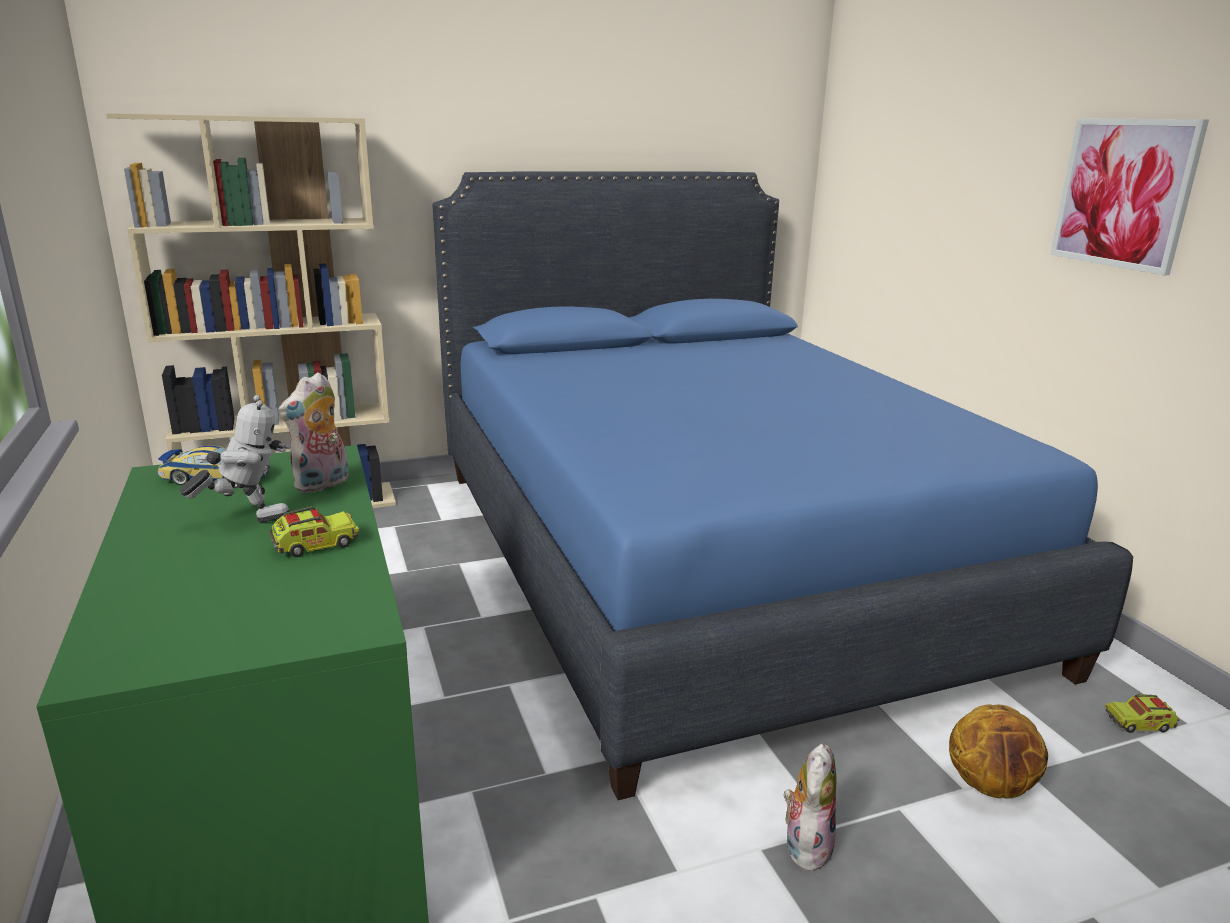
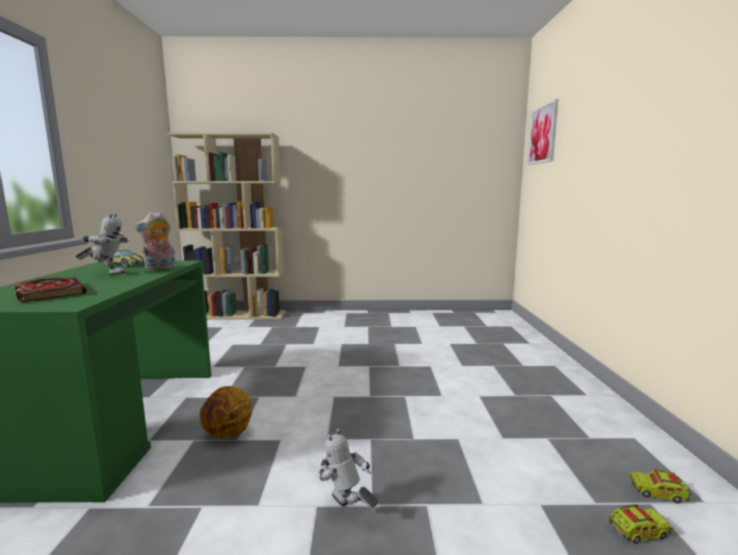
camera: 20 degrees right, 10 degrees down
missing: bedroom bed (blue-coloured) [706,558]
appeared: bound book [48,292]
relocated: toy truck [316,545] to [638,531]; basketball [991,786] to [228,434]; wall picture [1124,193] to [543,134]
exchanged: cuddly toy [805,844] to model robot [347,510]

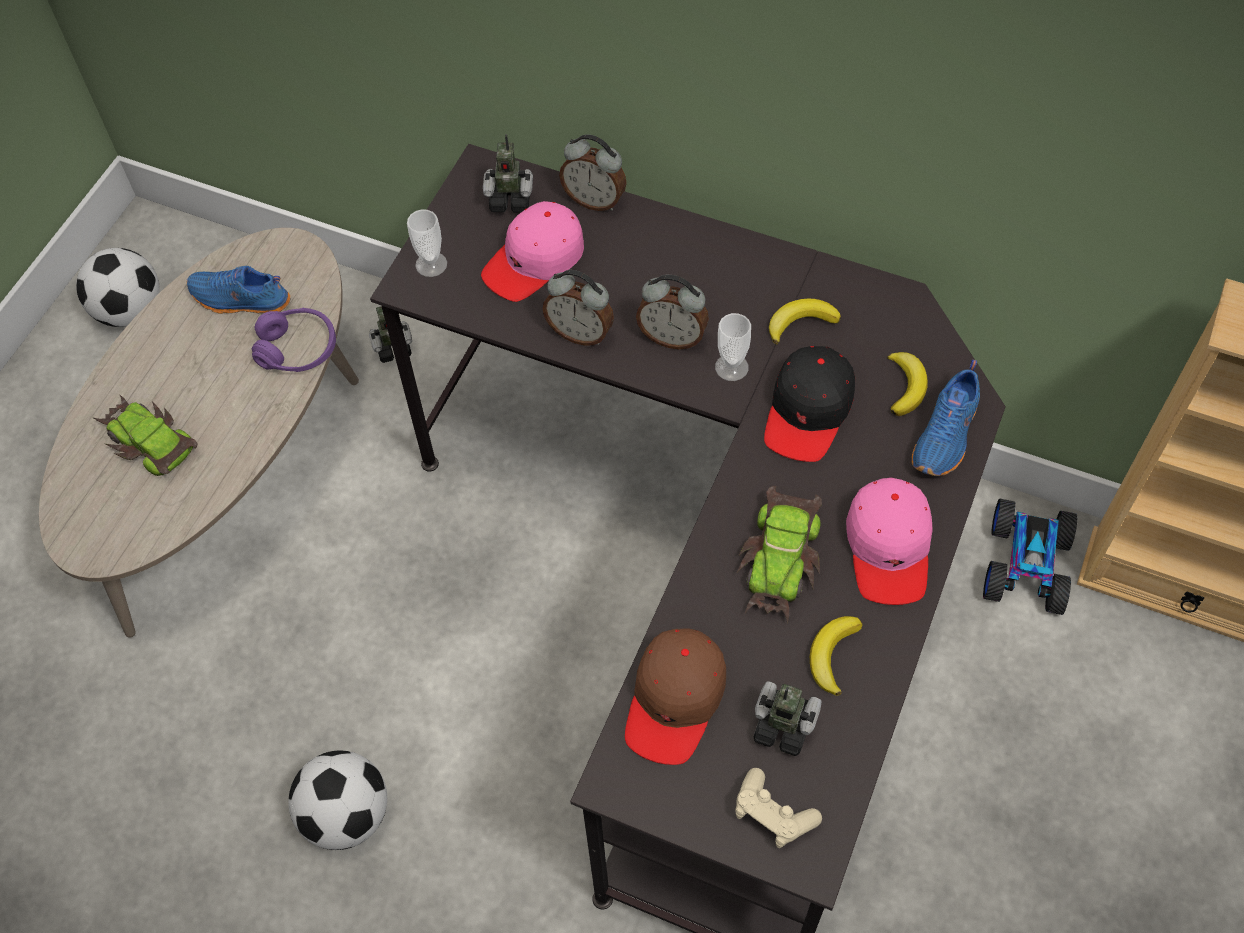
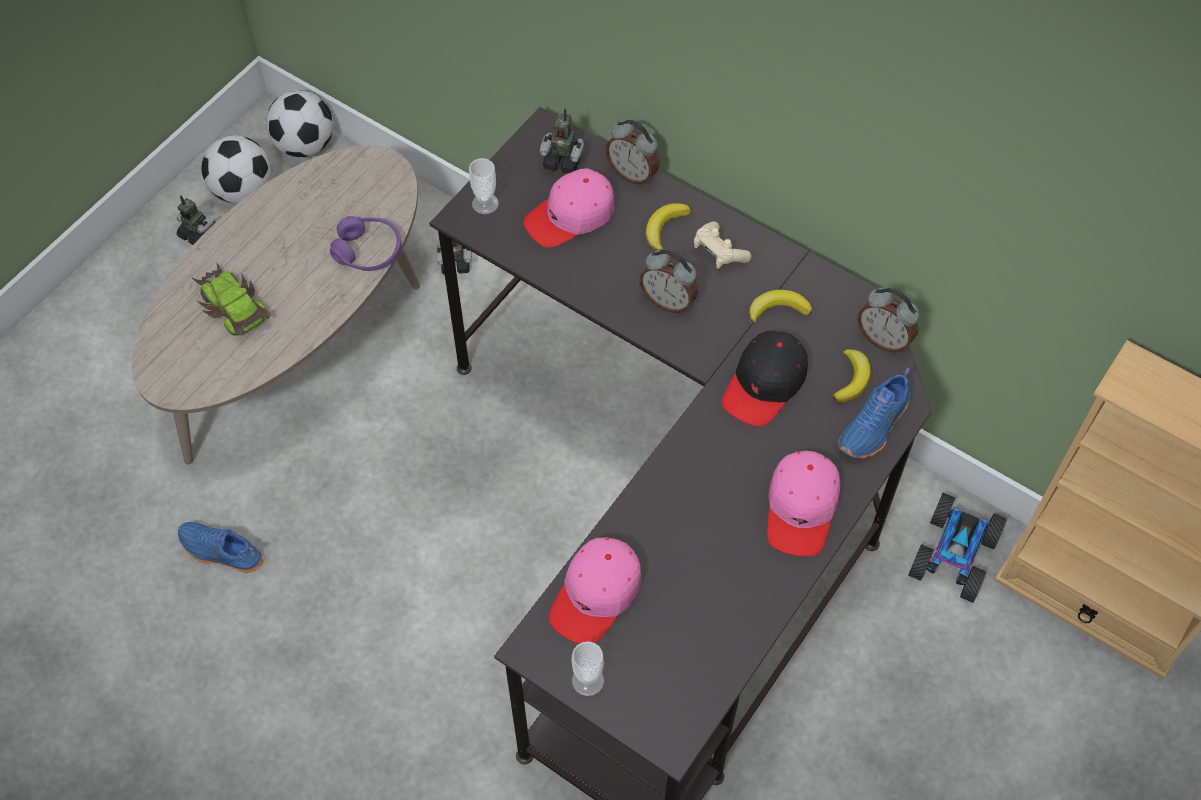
camera: 10 degrees right, 0 degrees up
missing: model car [781,560]
relocated: shoe (blue-coloured) [240,300] to [221,552]; football ball [347,815] to [305,145]; alarm clock [580,333] to [883,339]; cup [731,367] to [588,680]; joypad (beige) [772,814] to [719,252]; model robot [783,726] to [198,233]; banana fruit [832,655] to [664,227]
colour: cap (brownish) [675,700] to cap (pink) [596,595]

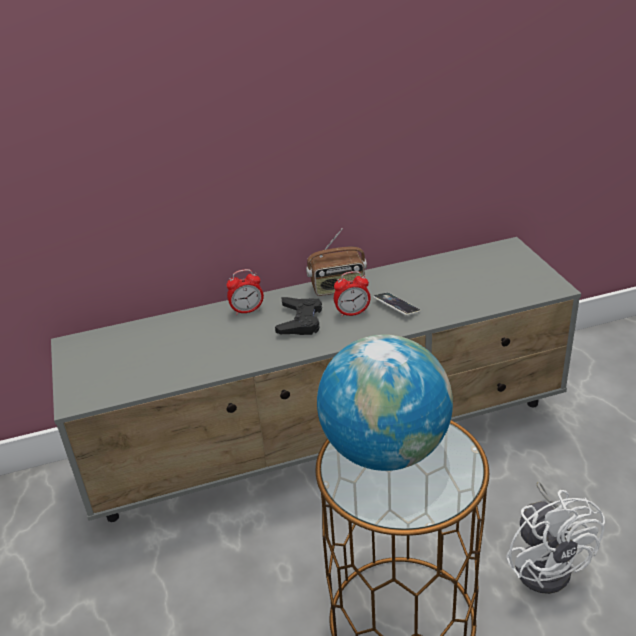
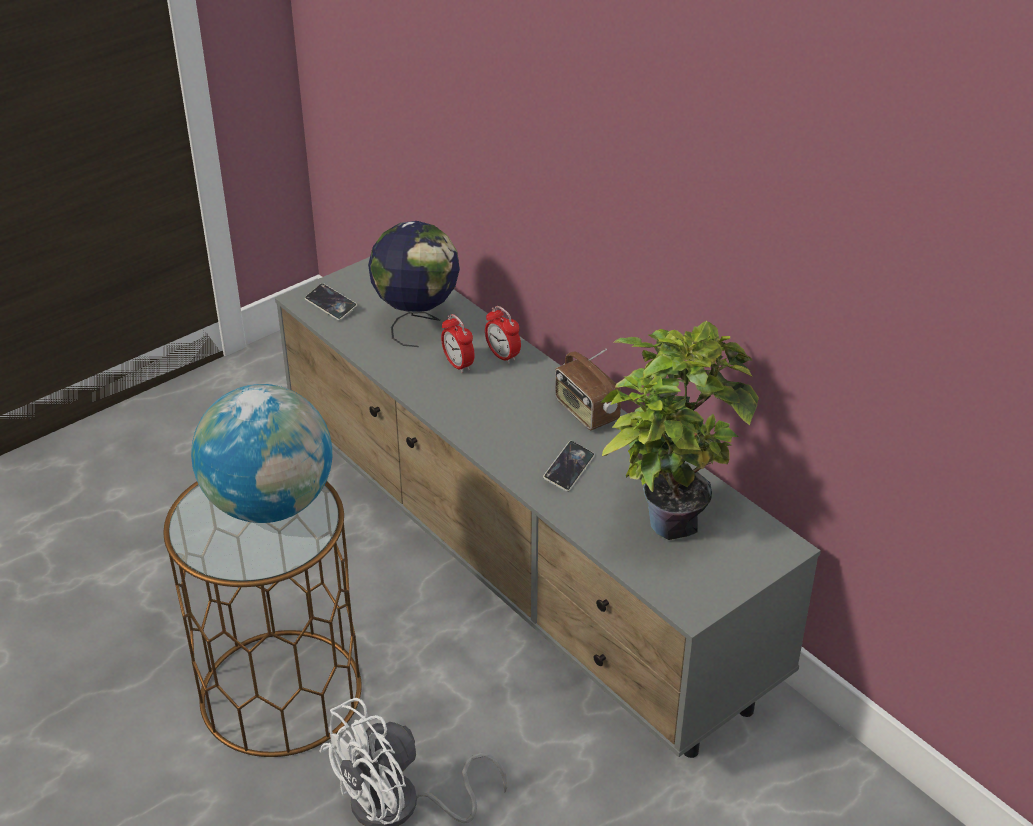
camera: 65 degrees right, 5 degrees up
missing: joypad (black-coloured) [300,321]
appeared: telephone [331,305]; world globe [417,324]; potted plant [667,514]
relocated: alarm clock [352,313] to [458,364]

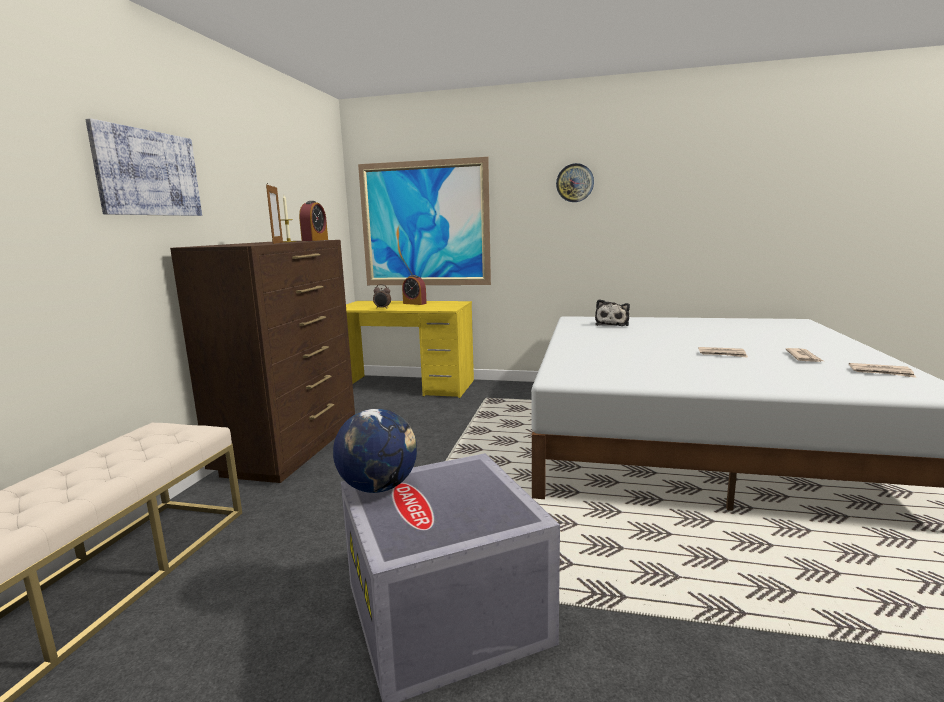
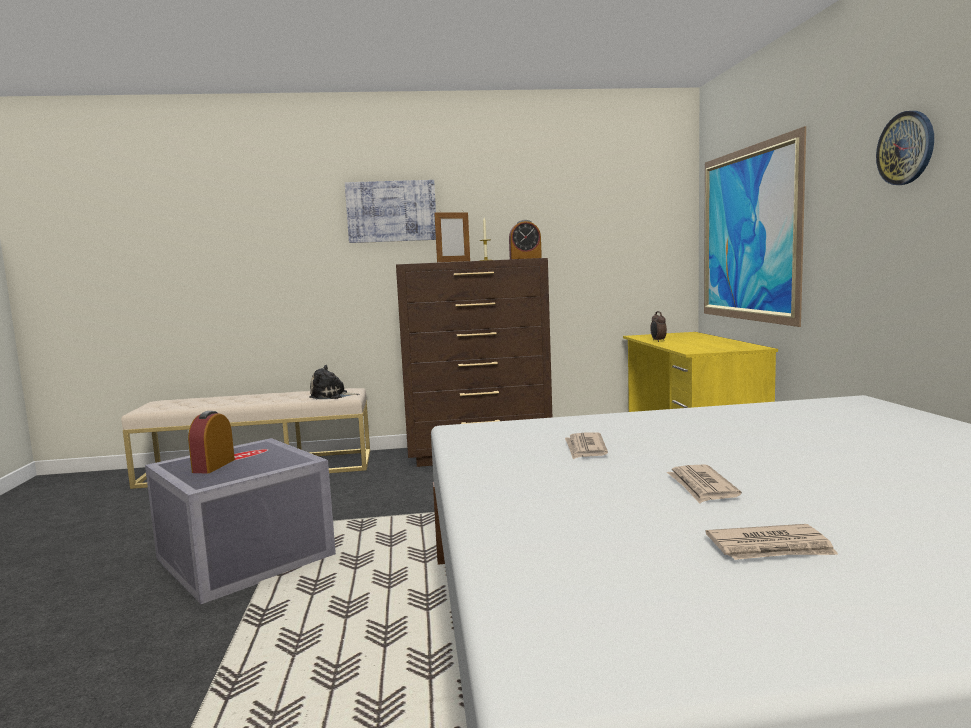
camera: 70 degrees right, 5 degrees down
missing: world globe [378,487]
relocated: alarm clock [414,303] to [213,466]; cuddly toy [612,324] to [331,396]; printed paper [881,372] to [585,448]

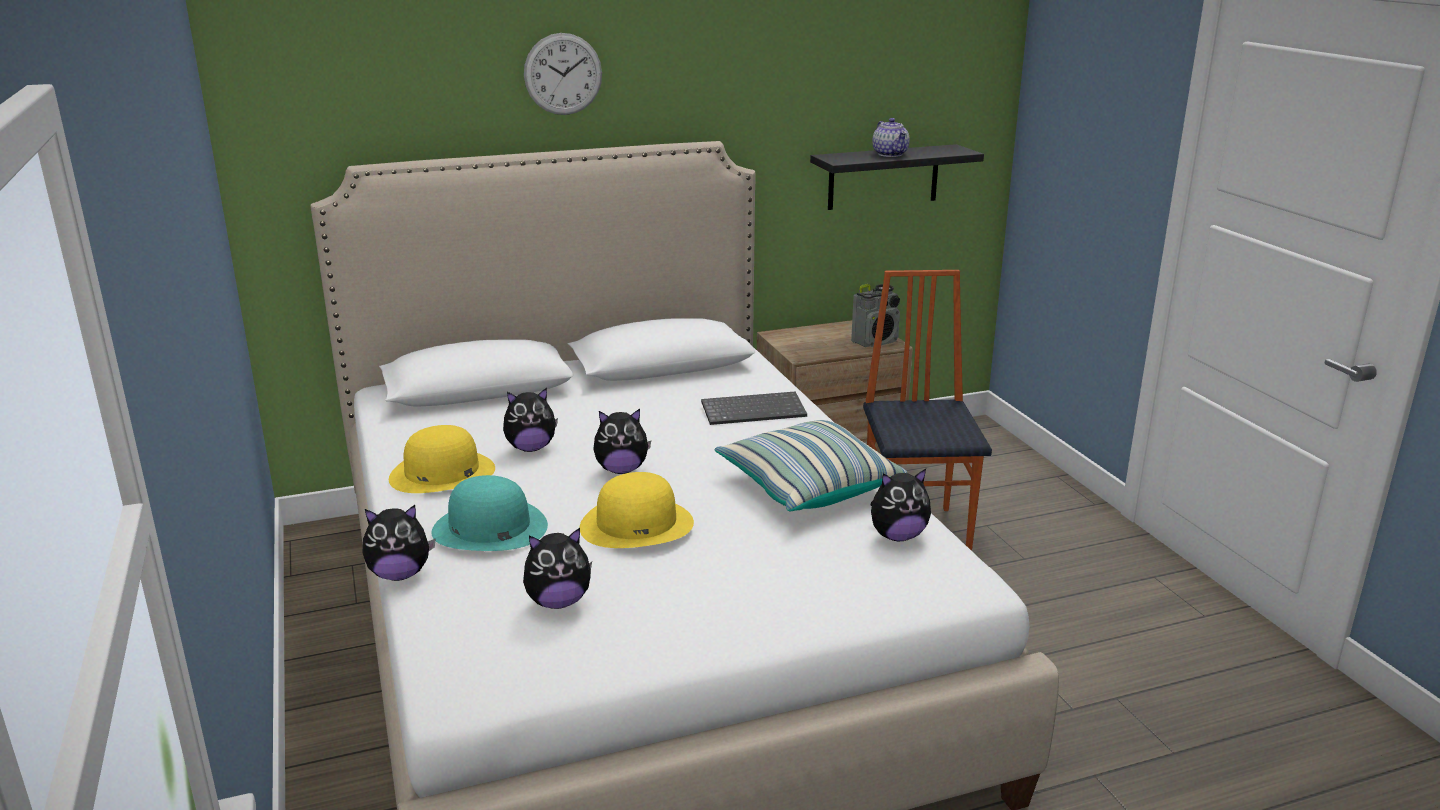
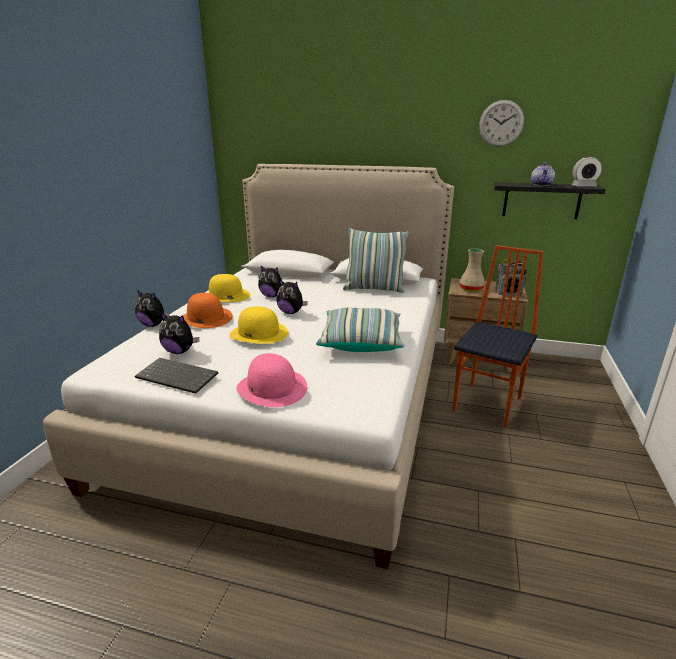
camera: 35 degrees right, 0 degrees up
missing: cuddly toy [897,536]
appeared: clothing hat (pink) [272,388]; cushion [374,289]; decorative vase (beige) [471,289]; alarm clock [583,186]
relocated: clock on the wall [563,74] to [501,123]; keyboard [754,410] to [178,376]
colour: clothing hat (turquoise) [489,528] to clothing hat (orange-coloured) [205,318]

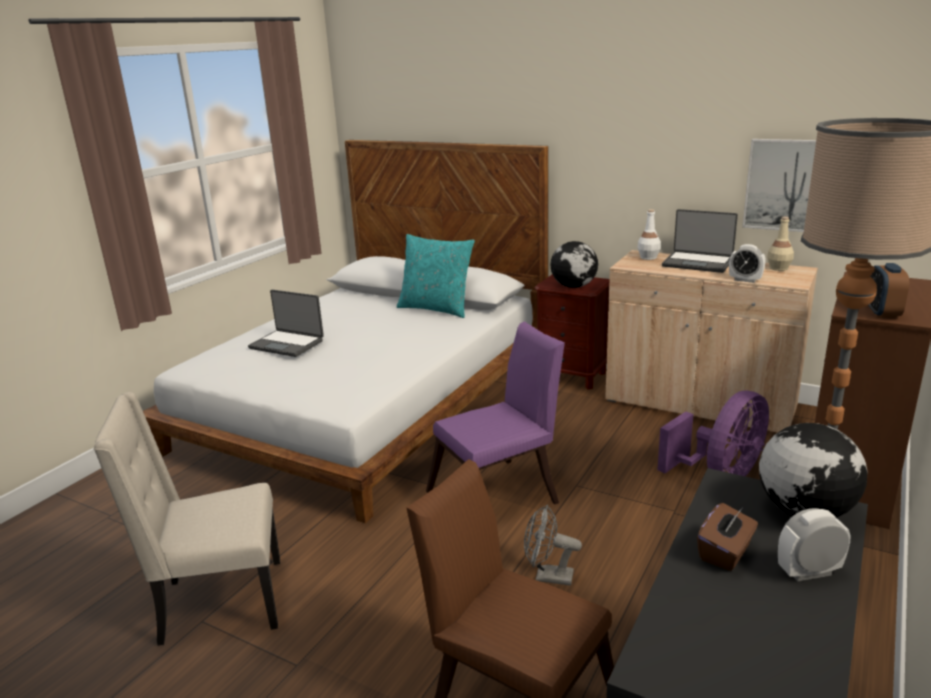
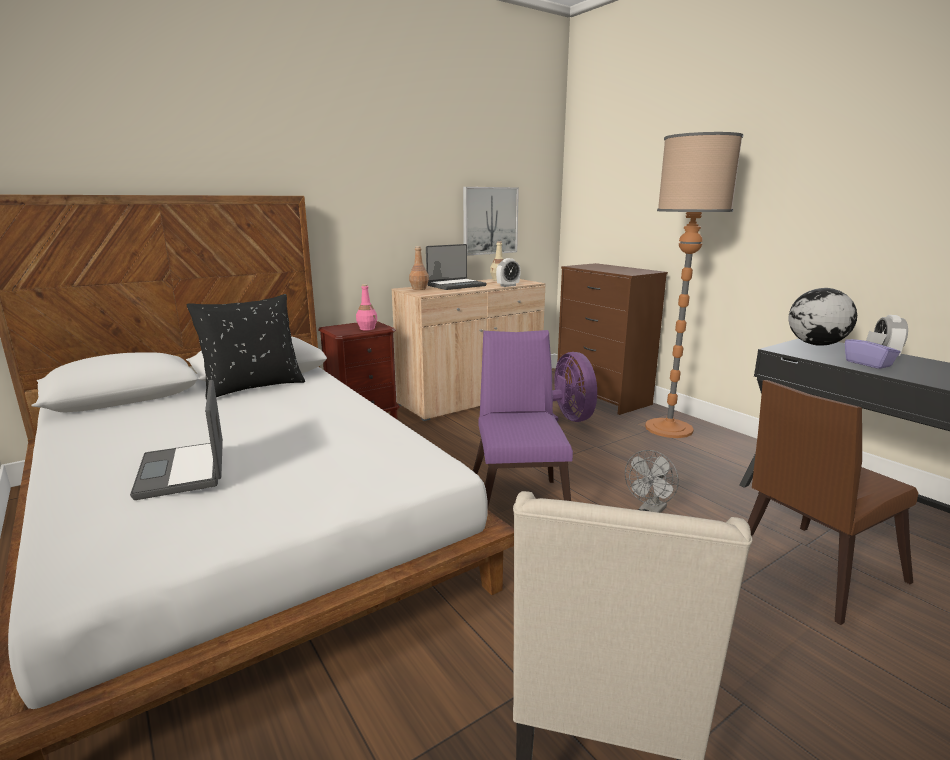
camera: 65 degrees left, 5 degrees down
missing: alarm clock [882,313]
exchanged: world globe [574,286] to beverage bottle (pink) [367,328]
colour: cushion (turquoise) [436,309] to cushion (black-coloured) [253,387]; beverage bottle (white-coloured) [648,257] to beverage bottle (brownish) [419,289]; tissue holder (brownish) [725,553] to tissue holder (purplish) [868,364]
spun: notebook computer [287,344] = [184,471] 105 degrees clockwise

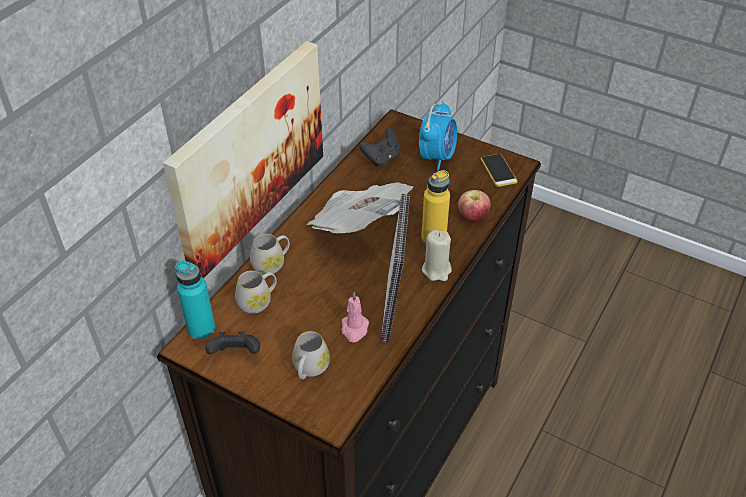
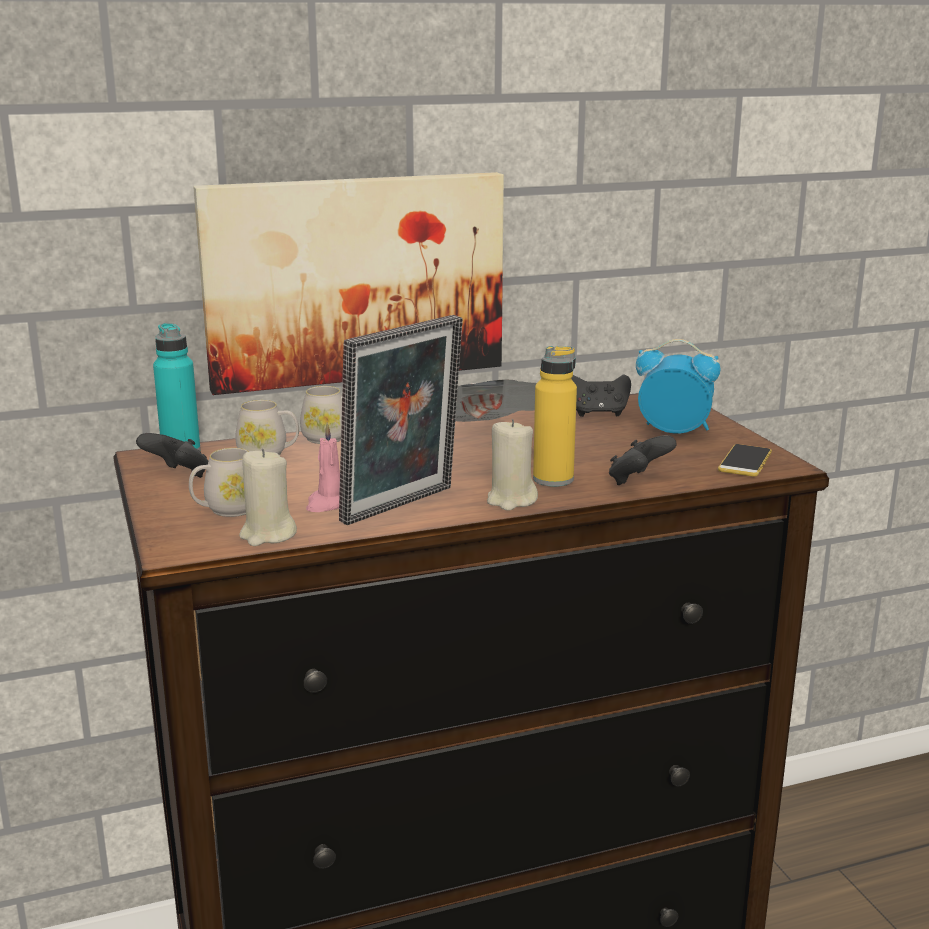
camera: 40 degrees right, 25 degrees down
appeared: wax light (beige) [267,535]
exchanged: apple [472,217] to joypad (black-coloured) [638,481]
spun: alarm clock [437,157] = [674,431] 135 degrees counterclockwise

